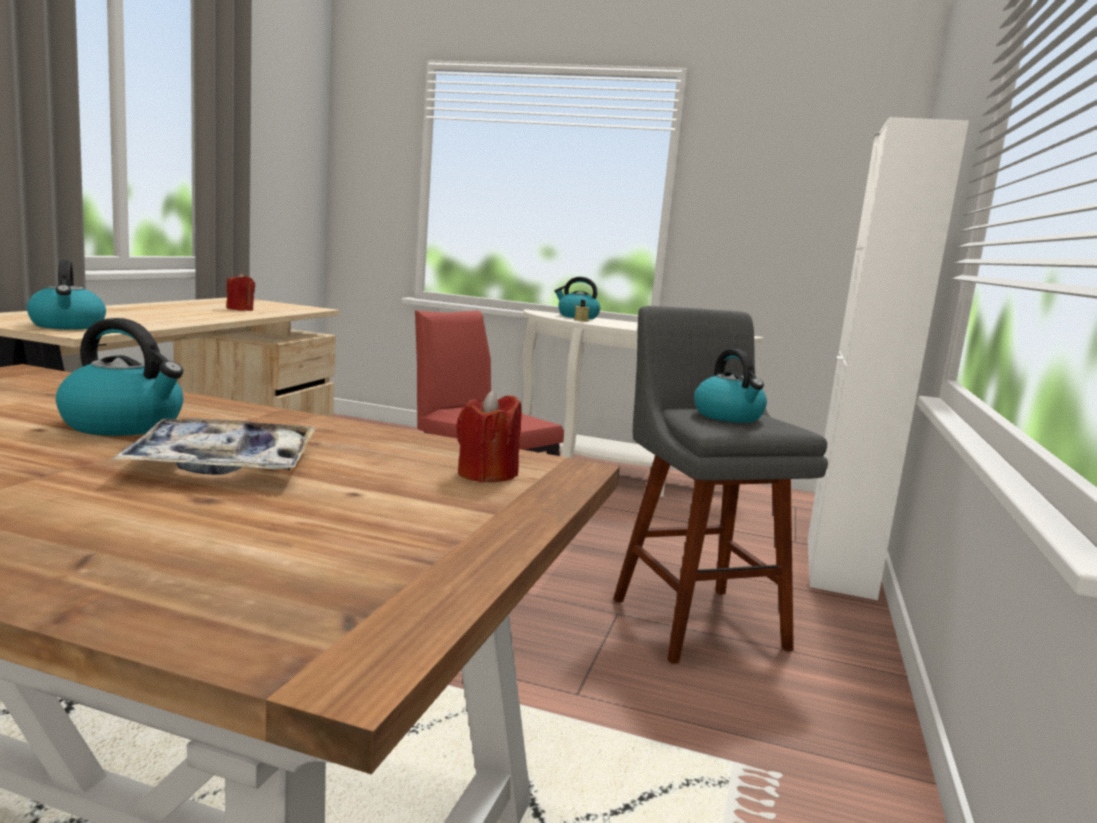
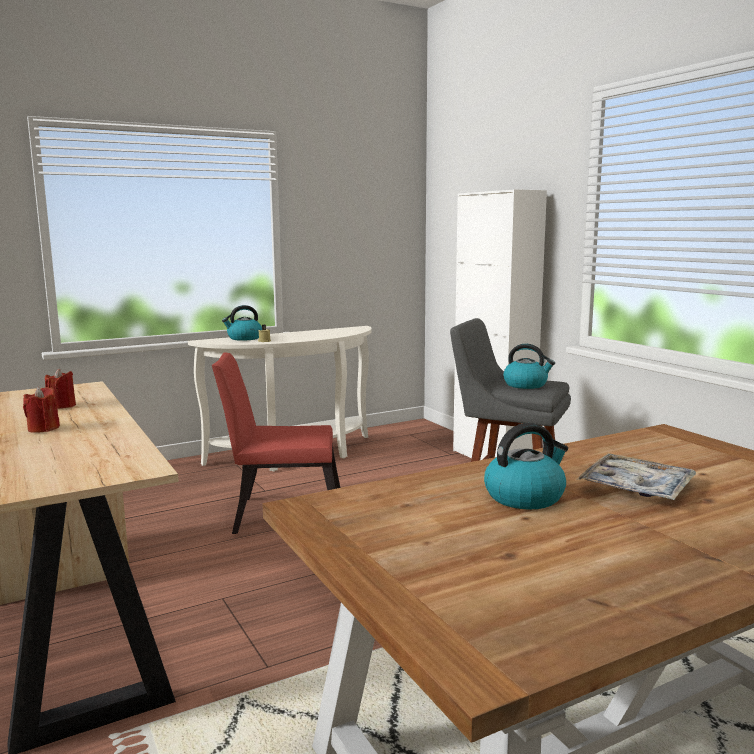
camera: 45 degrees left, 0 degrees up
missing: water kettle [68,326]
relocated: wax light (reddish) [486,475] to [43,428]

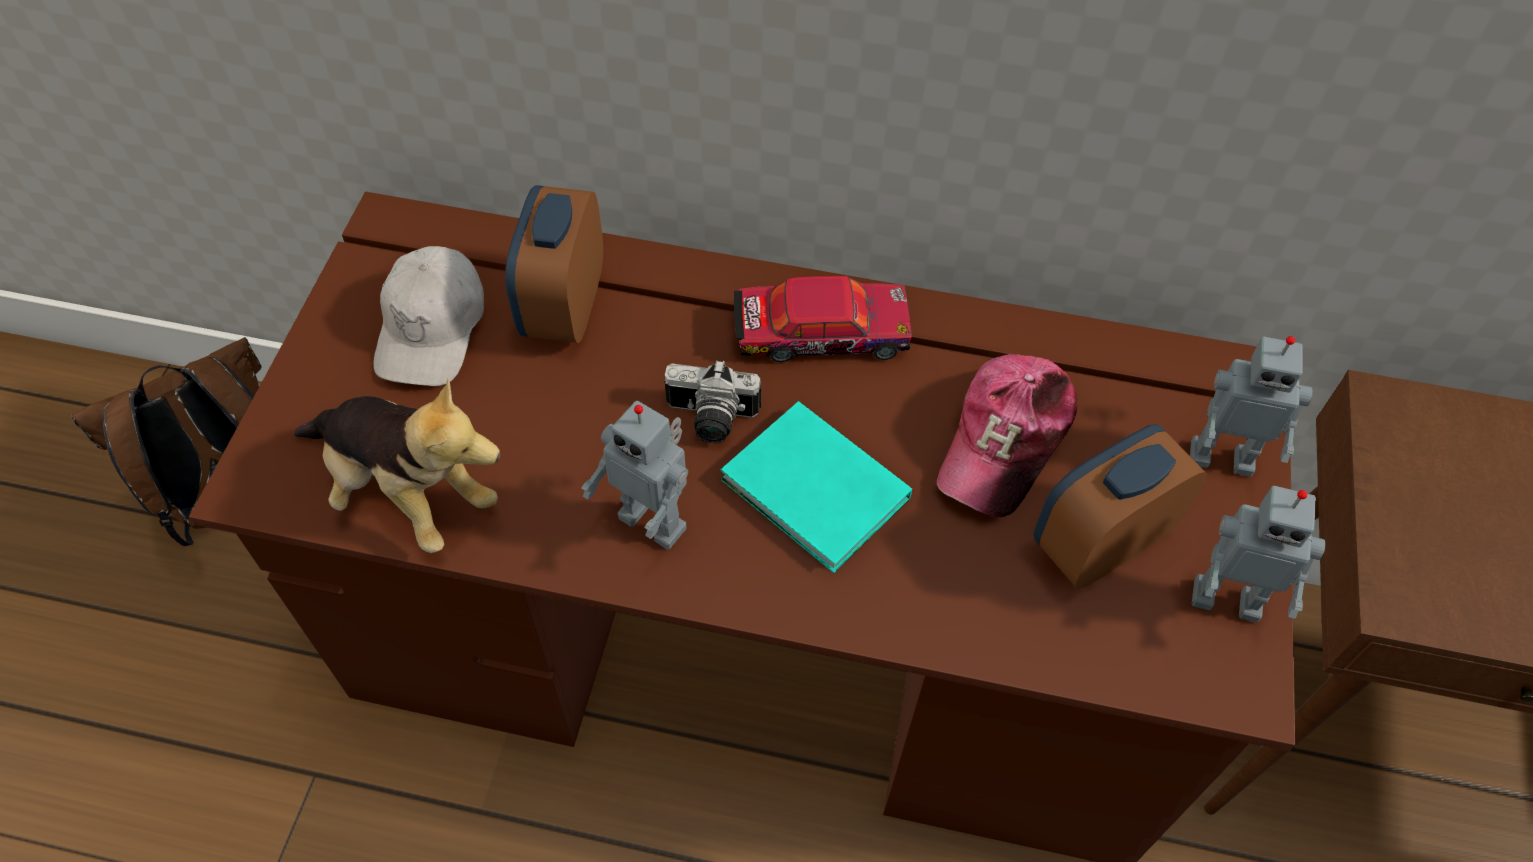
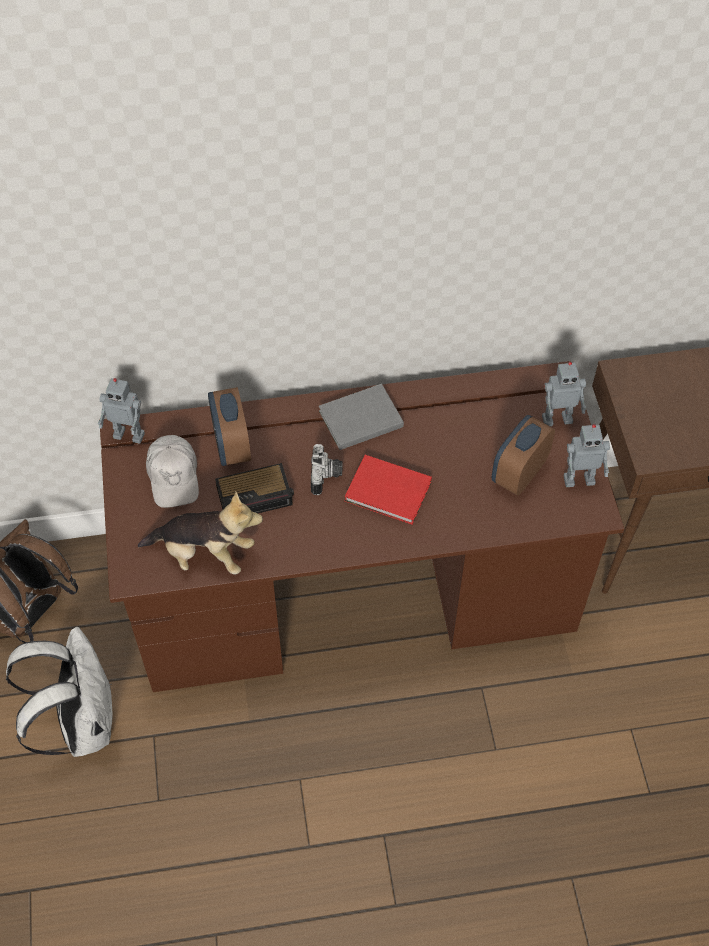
camera: 20 degrees left, 0 degrees up
missing: cap [1005,441]
appeared: rucksack (white-coloured) [81,723]; alarm clock [256,495]
relocated: model robot [655,520] to [129,434]
exchanged: model car [820,332] to bound book (greyish) [358,418]
colour: bound book (turquoise) [816,493] to bound book (reddish) [389,493]
spun: still camera [710,420] = [327,476] 75 degrees counterclockwise

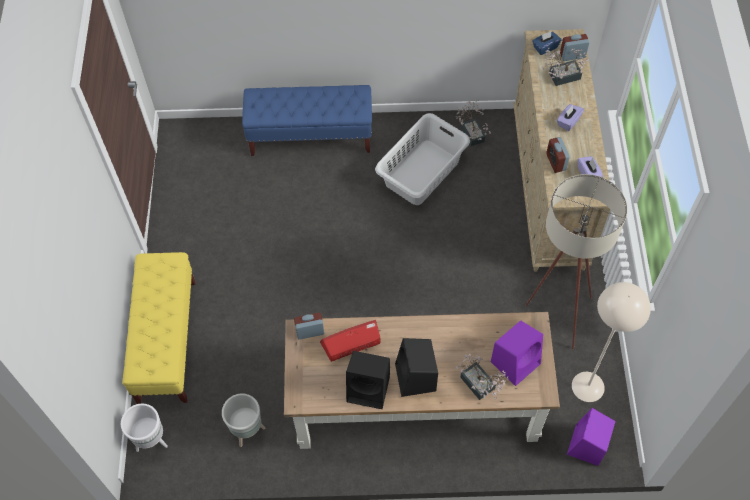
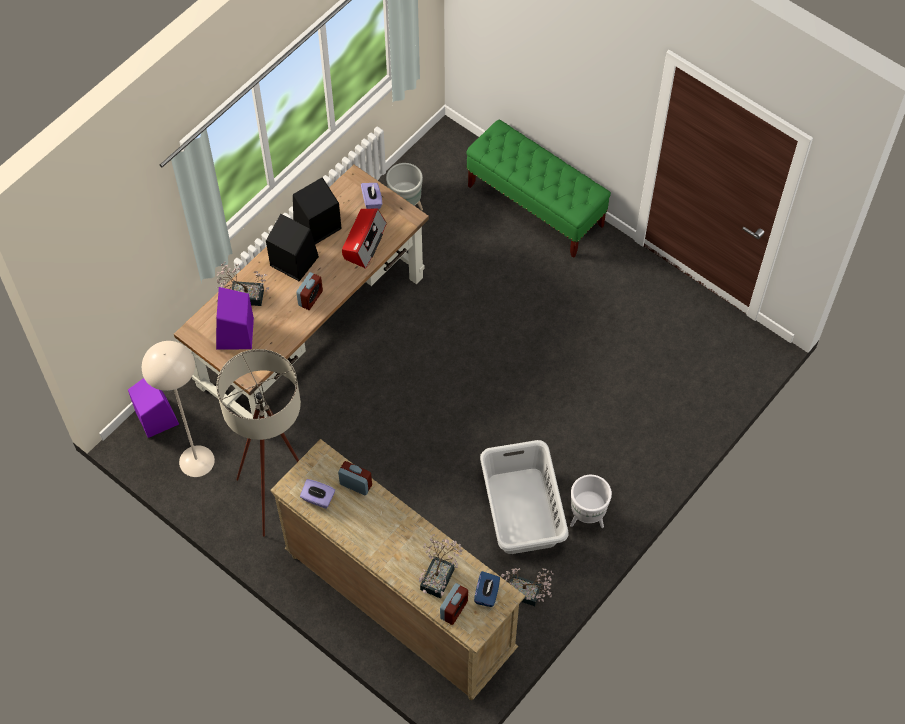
camera: 130 degrees right, 0 degrees up
missing: bench (blue-coloured) [311,137]
relocated: plant pot (white-coloured) [151,440] to [587,517]; alarm clock [310,331] to [310,298]; tissue holder (purplish) [568,122] to [372,201]
colour: bench (yellow) [167,341] to bench (greenish) [535,206]

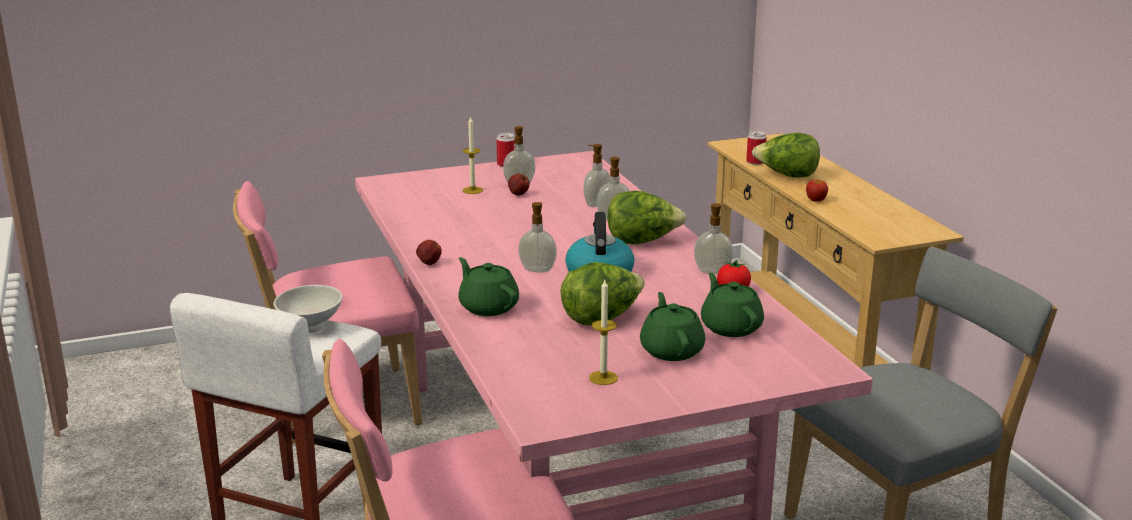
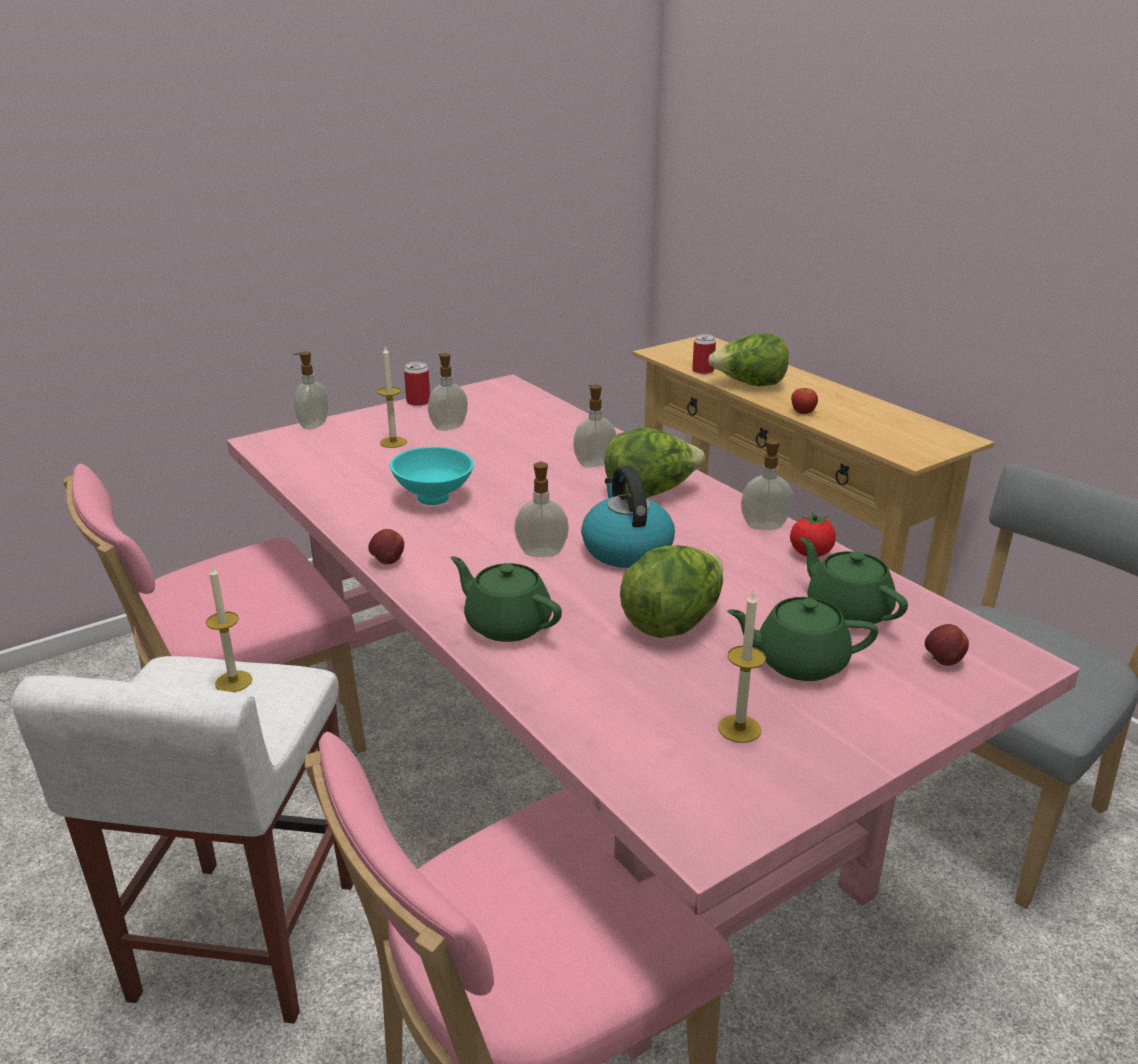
camera: 15 degrees left, 5 degrees up
appeared: deep dish (turquoise) [435,497]
relocated: apple [518,194] to [943,661]; liquid soap bottle [596,204] to [313,425]
exchanged: deep dish (white-coloured) [311,328] to wax light [233,681]
spun: pot for tea (greenish) [671,350] = [799,662] 60 degrees counterclockwise

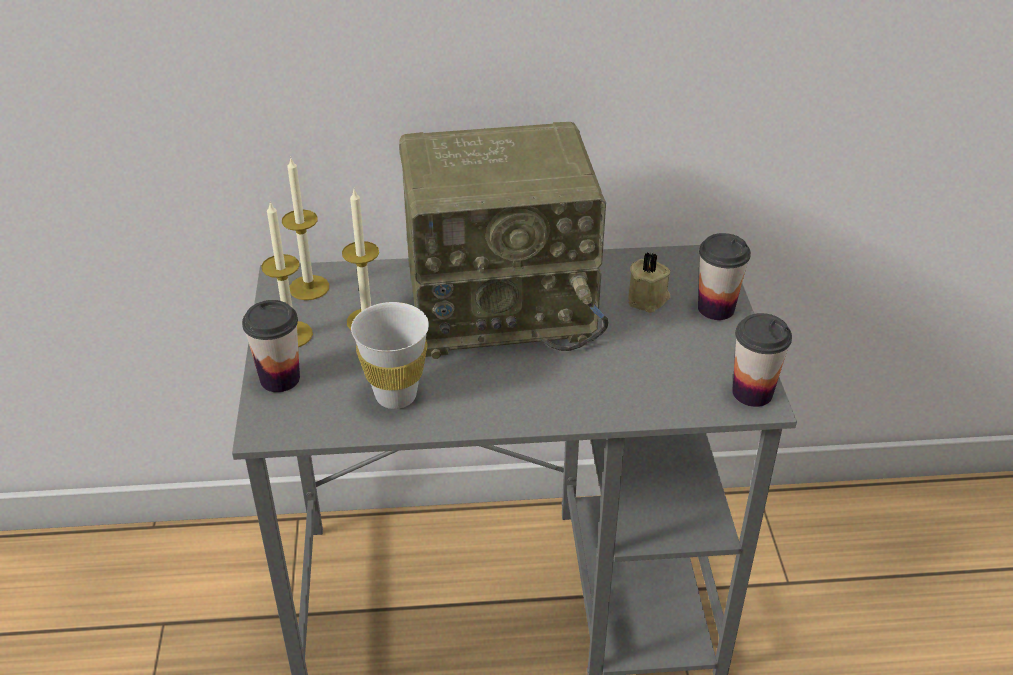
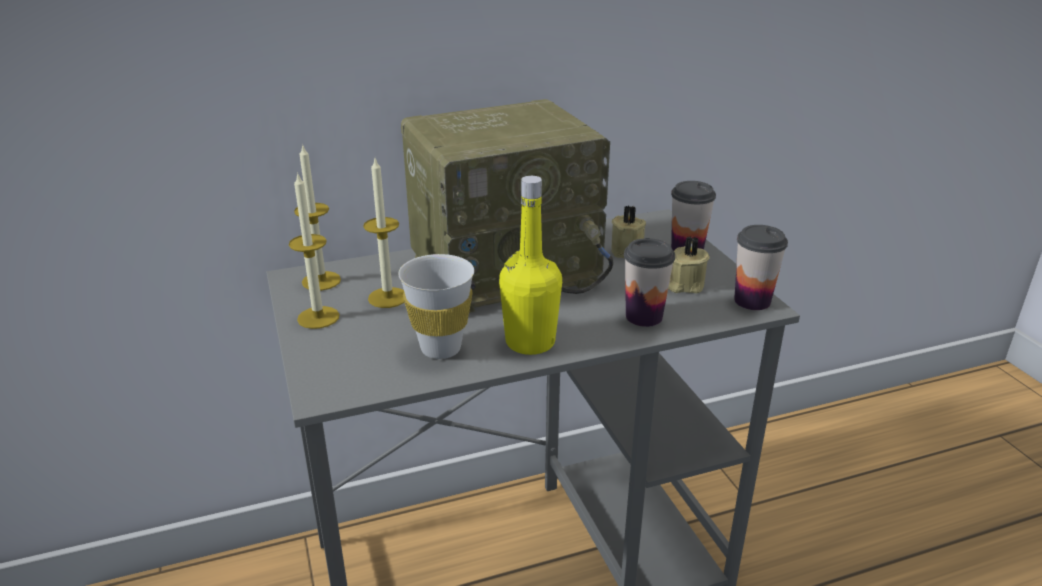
camera: 15 degrees left, 10 degrees down
appeared: beverage bottle (yellow) [530,342]; wax light (beige) [684,285]
relocated: cup [280,379] to [644,316]

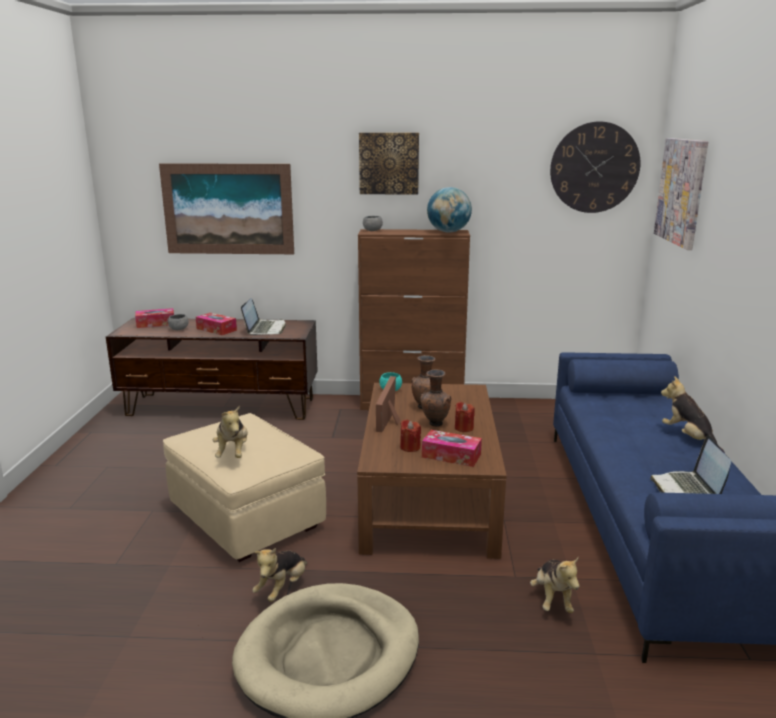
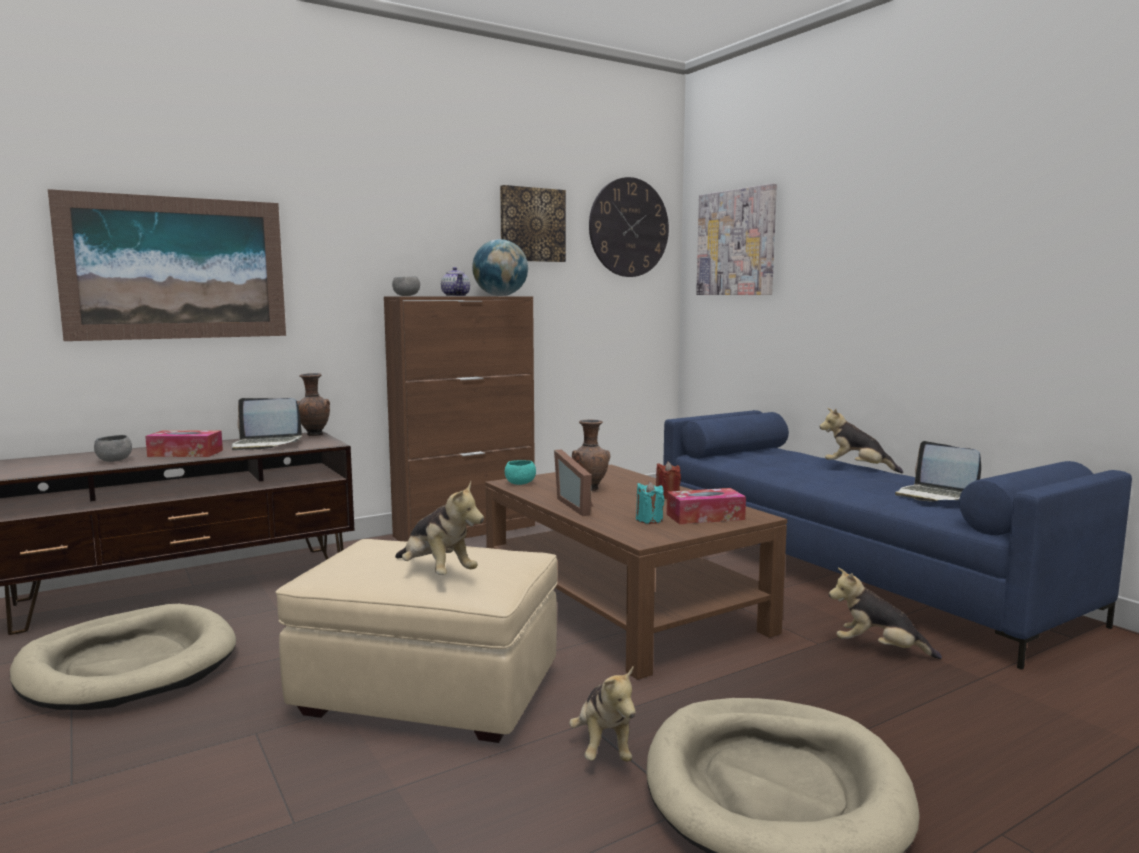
camera: 35 degrees left, 10 degrees down
missing: tissue holder [156,324]
appeared: dog bed (beige) [128,665]; pot for tea [456,296]
relocated: wall picture [389,163] to [532,225]; decorative vase (brownish) [434,424] to [314,435]
colour: wax light (reddish) [410,447] to wax light (turquoise) [649,520]
spun: notebook computer [265,329] = [266,444] 120 degrees clockwise; cuddly toy [552,599] = [879,650] 150 degrees clockwise

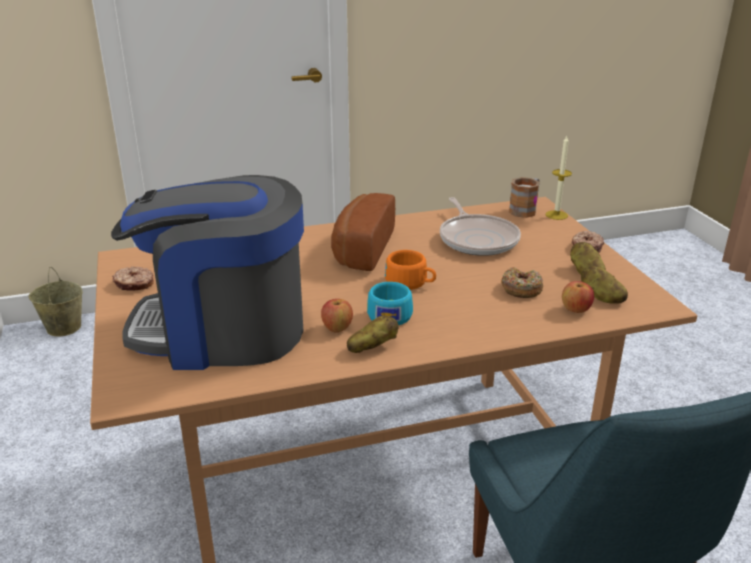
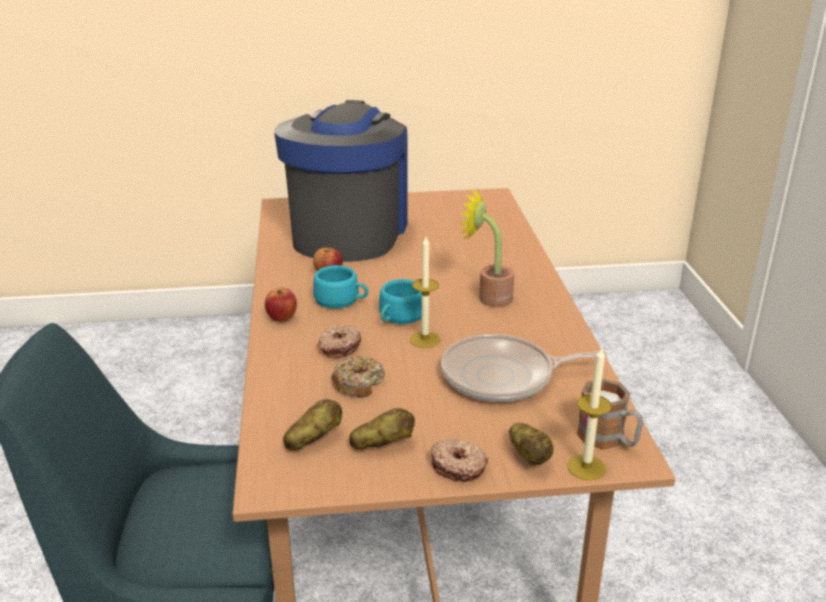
camera: 100 degrees right, 0 degrees up
missing: pail (beige) [63,327]
appeared: wax light [425,339]
relocated: doughnut [134,284] to [339,347]; potato [372,347] to [529,457]; apple [575,310] to [282,318]
exchanged: bread [360,249] to potted plant [488,297]
colour: cup (orange-coloured) [410,283] to cup (turquoise) [399,317]

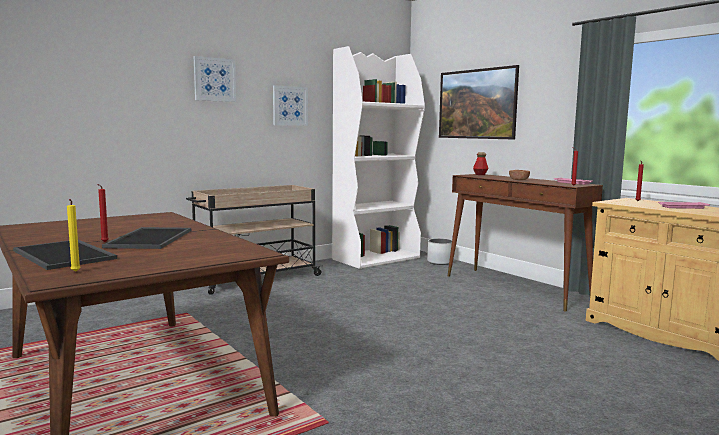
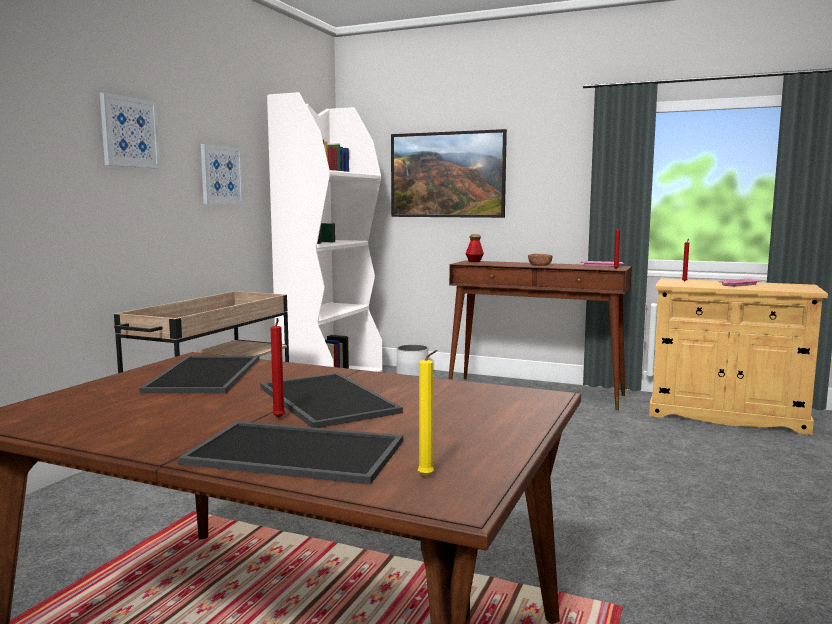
camera: 30 degrees left, 0 degrees up
appeared: carrying tray [207,375]

